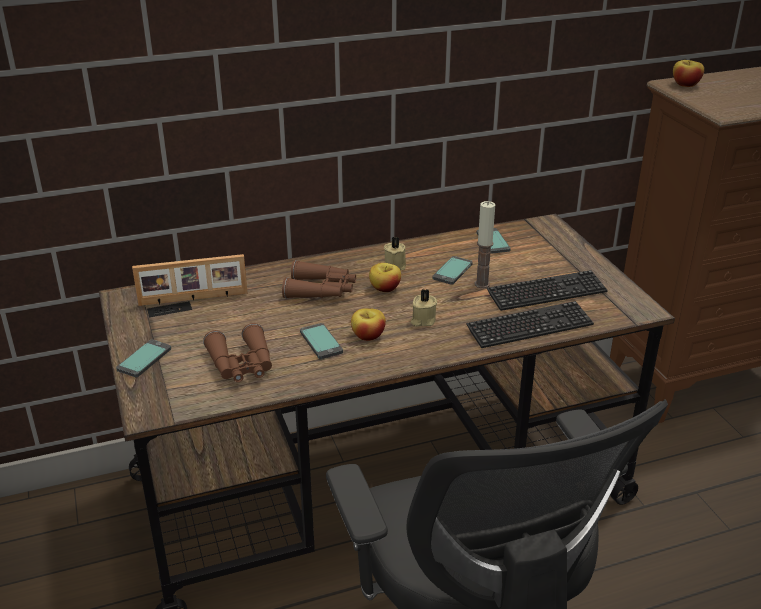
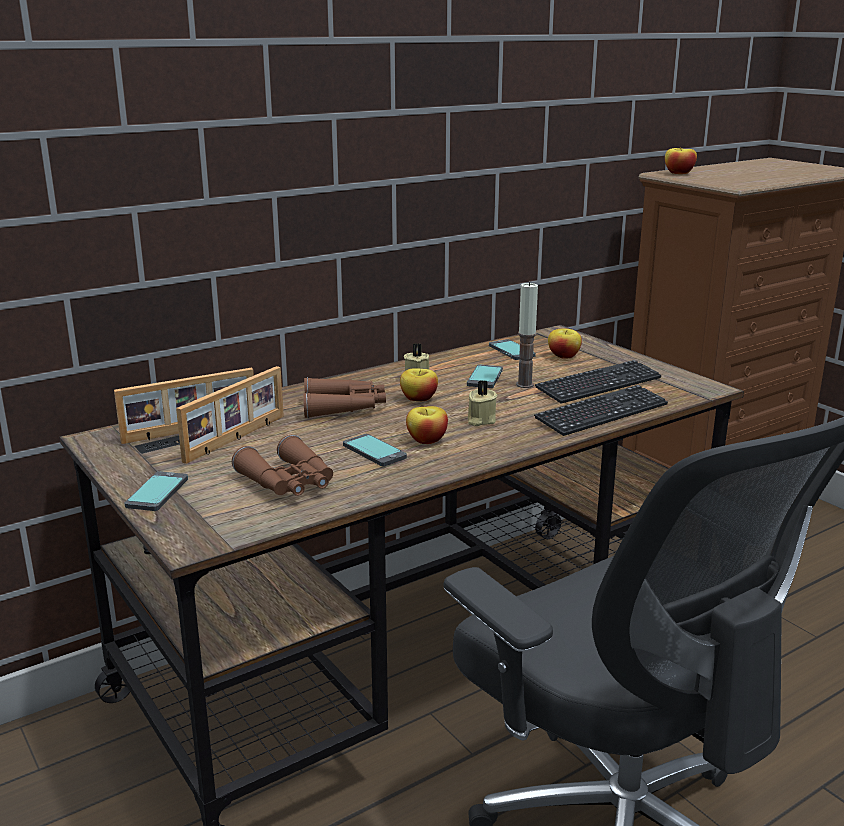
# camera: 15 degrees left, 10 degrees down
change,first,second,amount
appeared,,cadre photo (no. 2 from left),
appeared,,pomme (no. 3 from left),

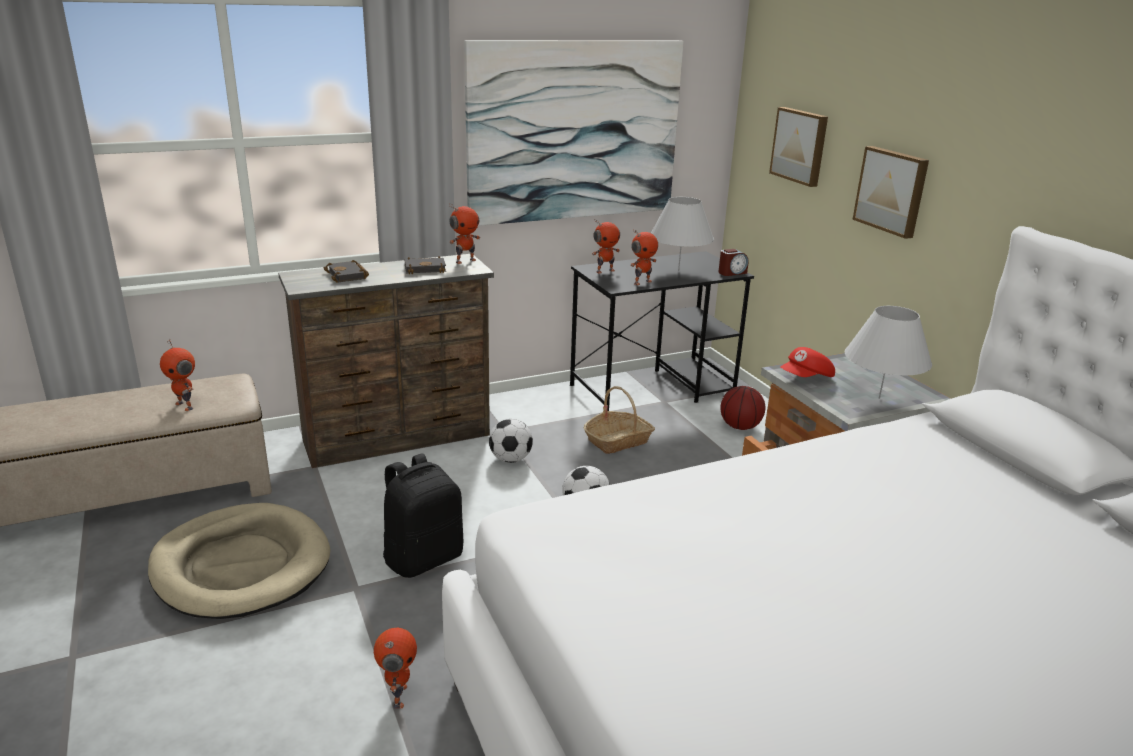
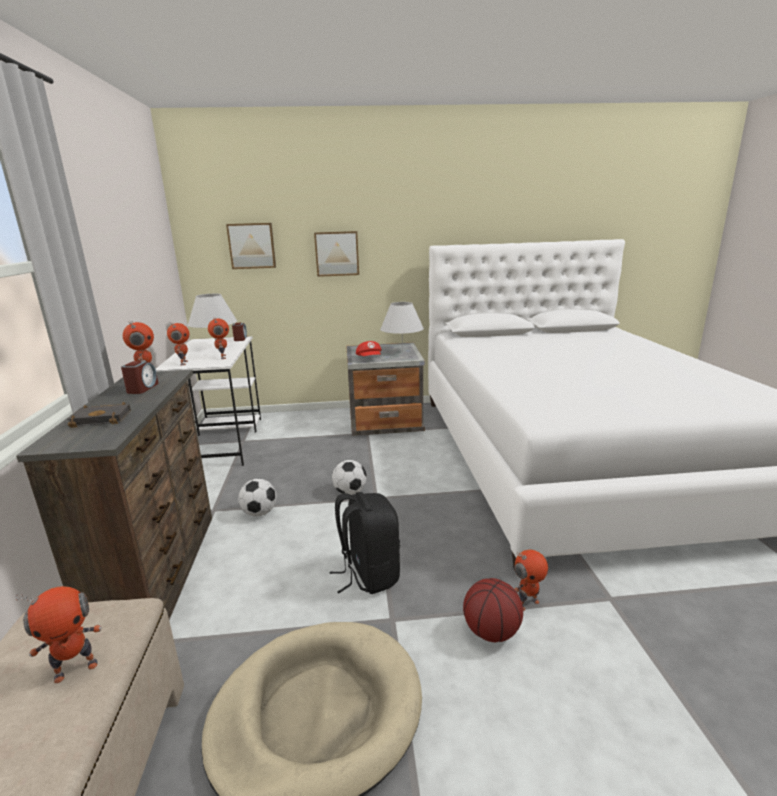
# camera: 70 degrees left, 5 degrees down
change,first,second,amount
exchanged,livre (noir) (no. 2 from left),réveil (no. 1 from left),
colour,bureau (noir),bureau (blanc),
relocated,ballon de basket,,
spun,robot jouet (no. 2 from left in the first image),robot jouet (no. 5 from left),135 degrees clockwise
missing,tableau (no. 1 from left),,
missing,panier,,

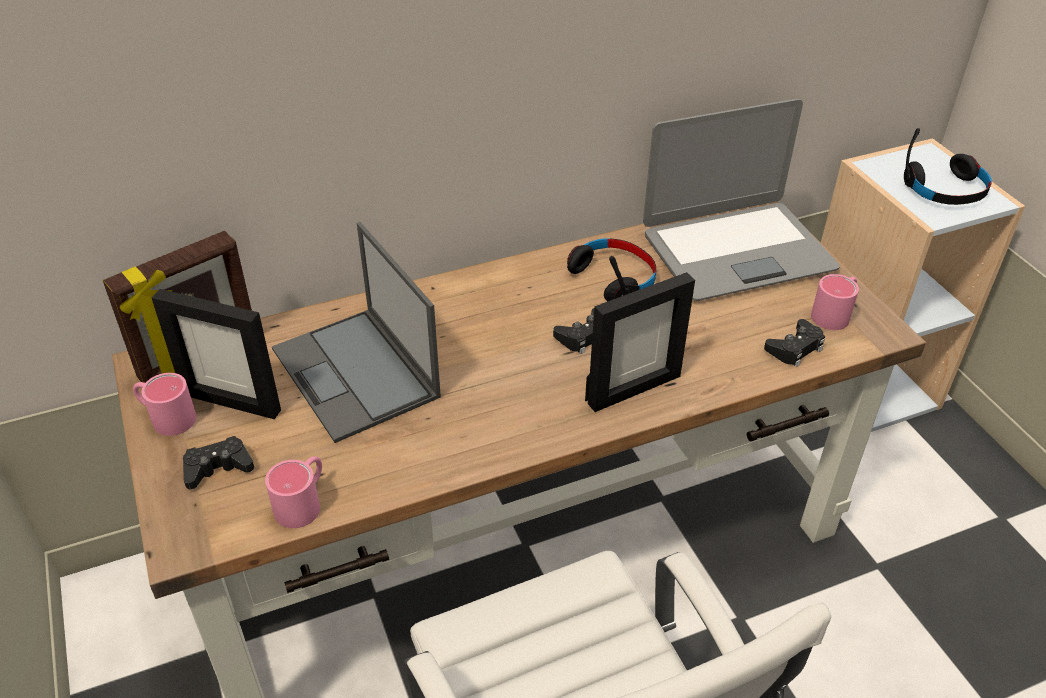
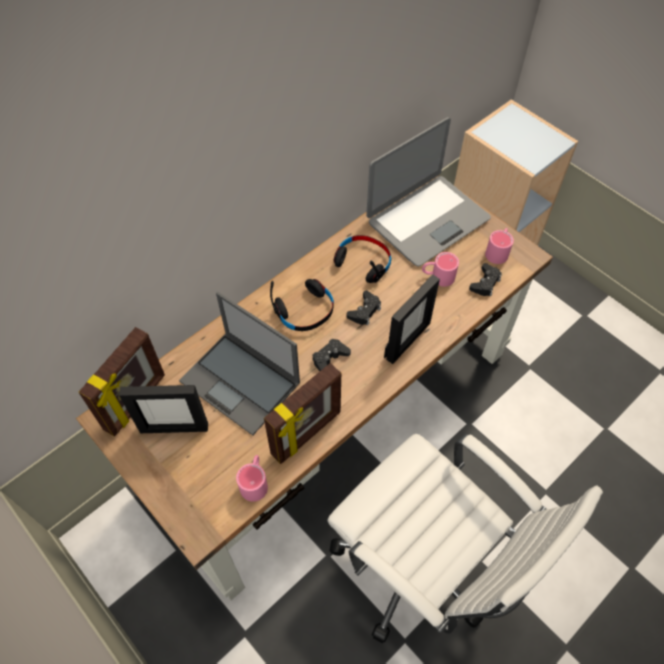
# camera: 20 degrees left, 15 degrees up
change,first,second,amount
appeared,,cadre photo (no. 3 from left),
relocated,casque audio (noir) (no. 2 from left in the first image),casque audio (noir) (no. 1 from left),
relocated,manette (noir) (no. 1 from left),,
relocated,mug (rose) (no. 1 from left in the first image),mug (rose) (no. 2 from left),

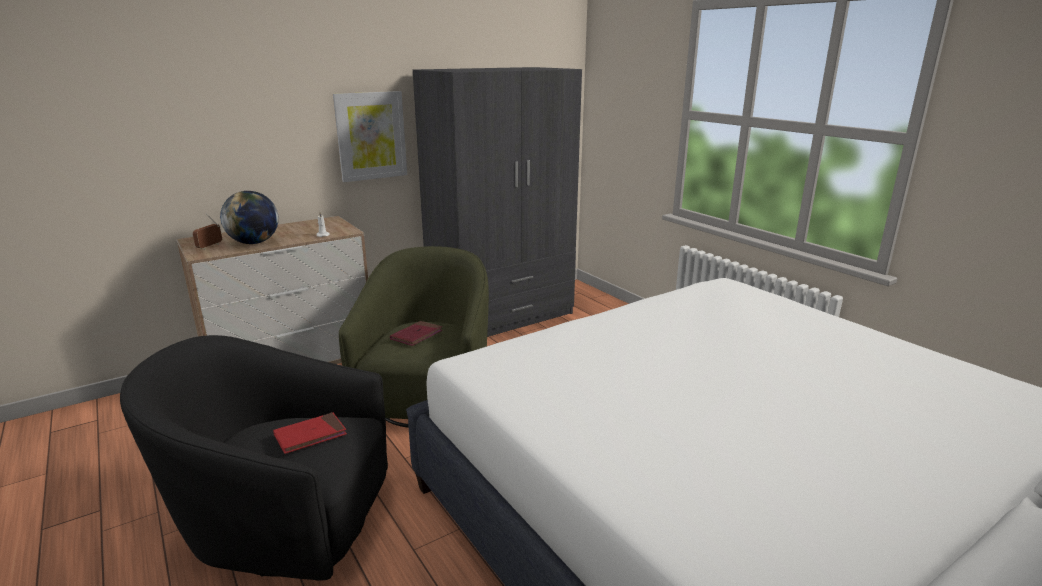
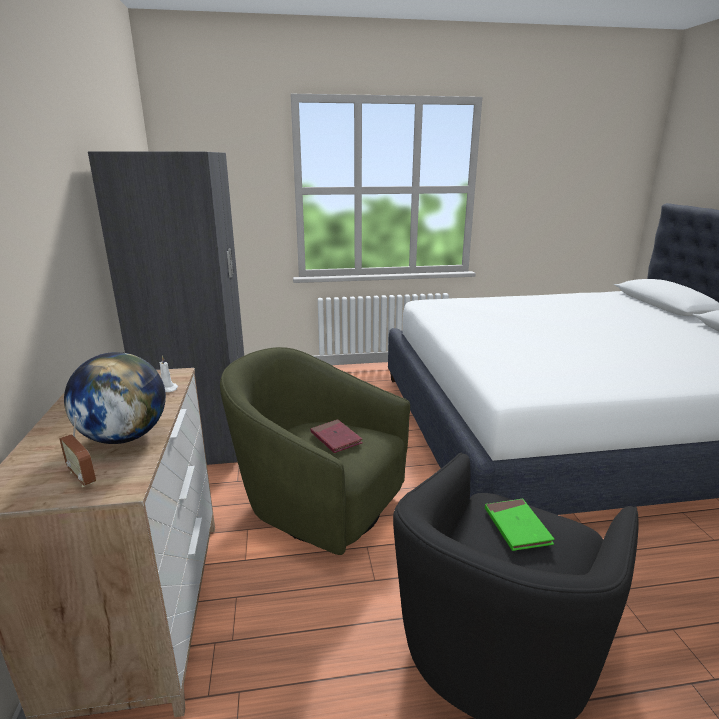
# camera: 65 degrees left, 0 degrees up
change,first,second,amount
colour,livre (rouge) (no. 1 from left),livre (vert),
missing,tableau,,

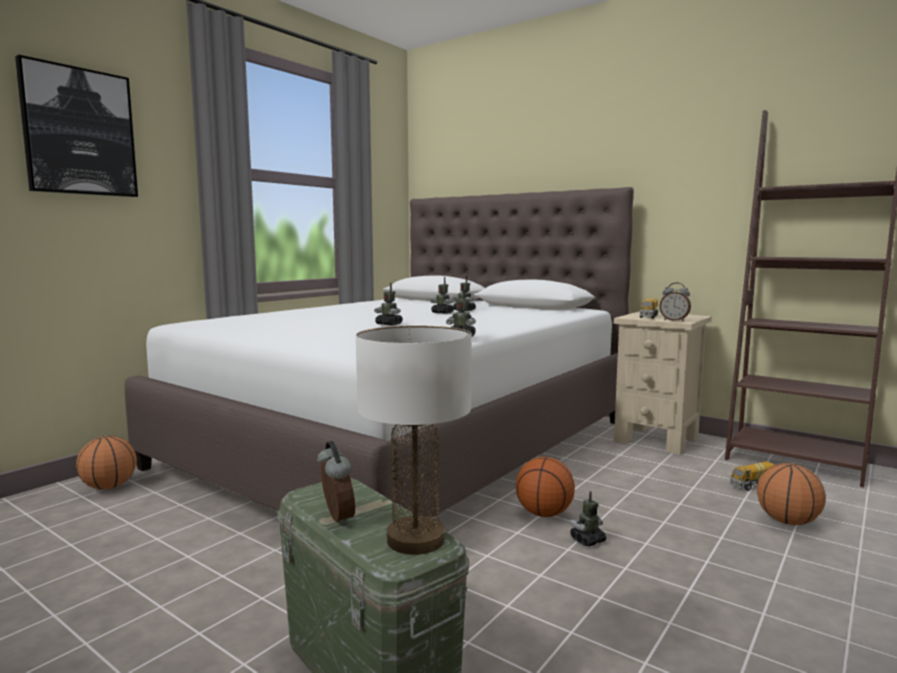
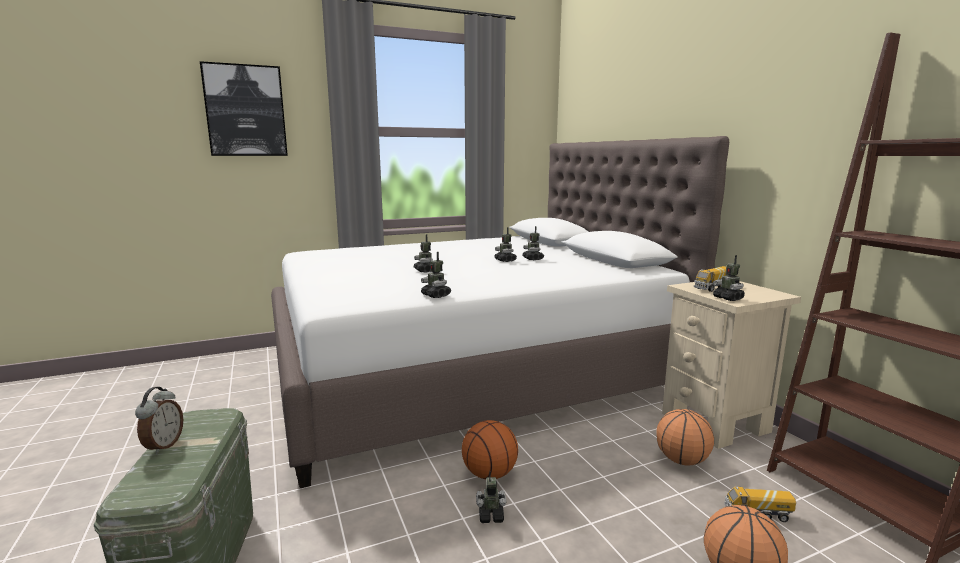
# camera: 30 degrees right, 5 degrees up
change,first,second,amount
relocated,ballon de basket (no. 1 from left in the first image),ballon de basket (no. 2 from left),
exchanged,réveil (no. 2 from left),robot jouet (no. 6 from left),
missing,lampe de table,,

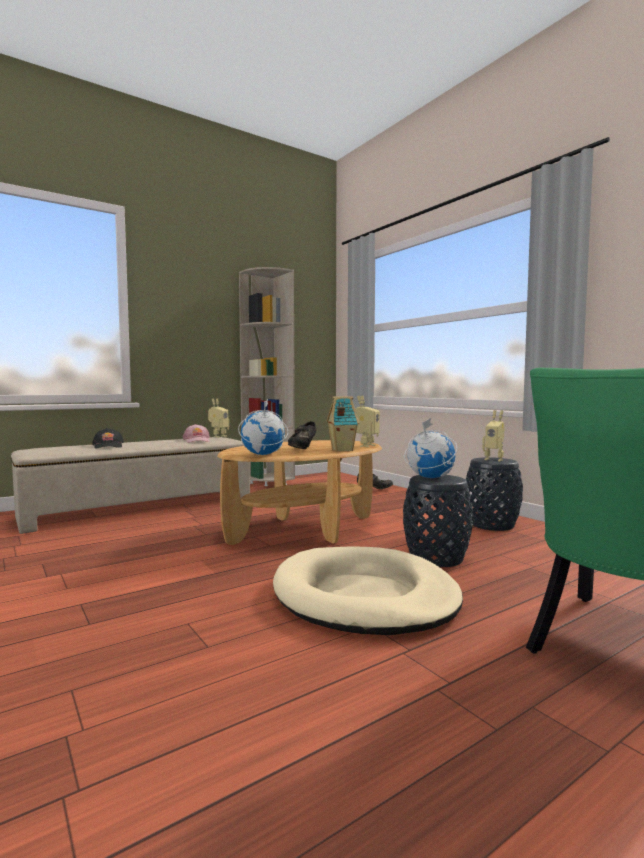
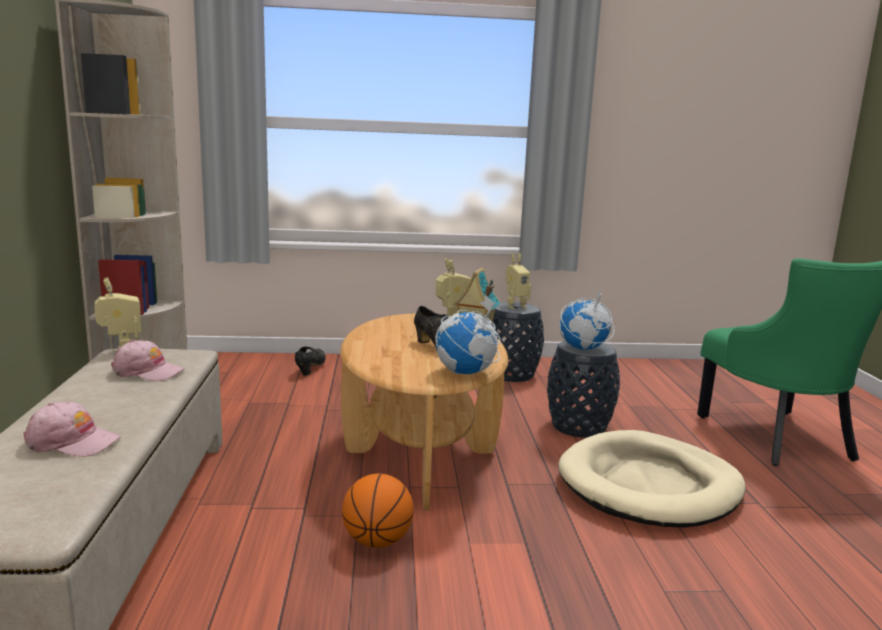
# camera: 60 degrees left, 10 degrees up
change,first,second,amount
colour,casquette (noir),casquette (rose) (no. 1 from left),
appeared,,ballon de basket,

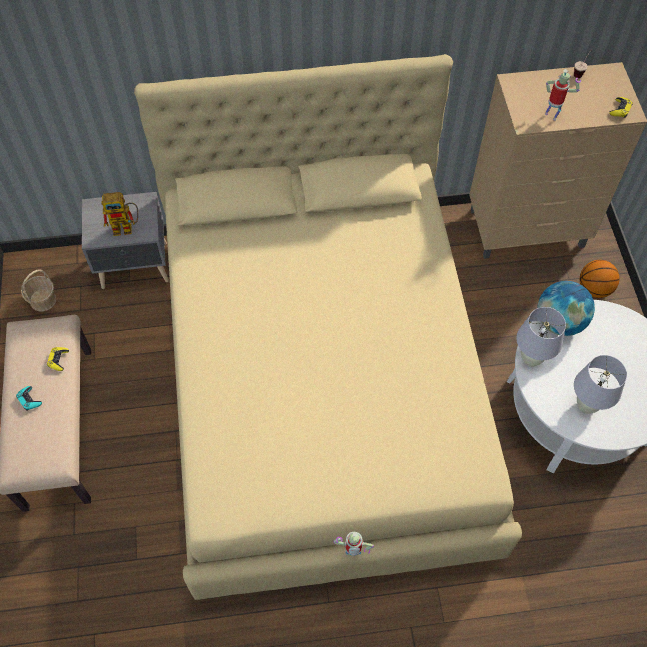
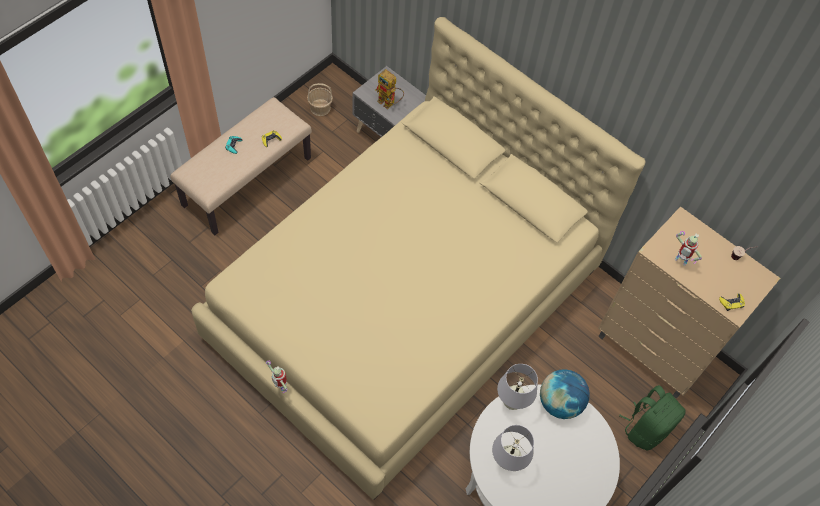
# camera: 45 degrees right, 0 degrees up
change,first,second,amount
exchanged,ballon de basket,sac à dos (vert),
spun,robot jouet (no. 3 from left),,120 degrees clockwise

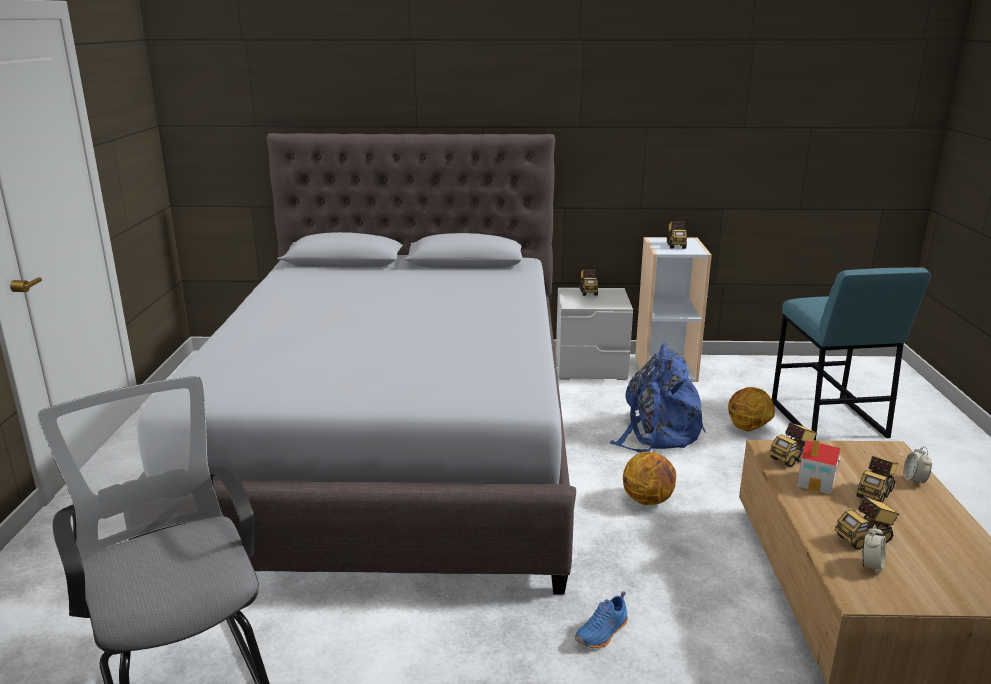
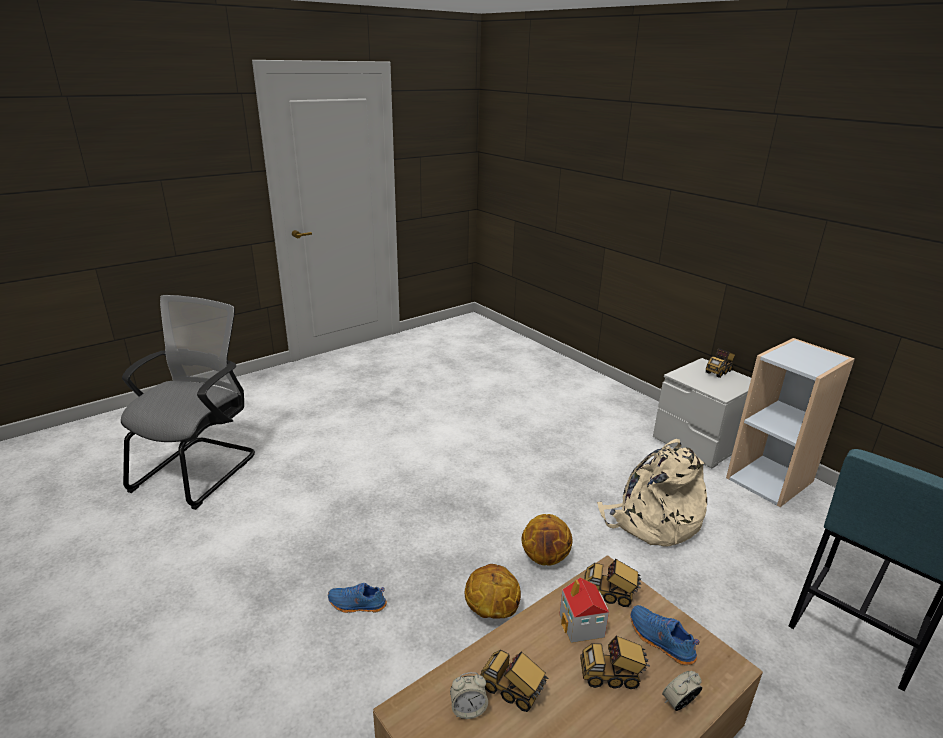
# camera: 50 degrees right, 5 degrees up
change,first,second,amount
relocated,ballon de basket (no. 2 from left in the first image),ballon de basket (no. 1 from left),
colour,sac à dos (bleu),sac à dos (beige),
appeared,,chaussure (bleu) (no. 2 from left),
missing,lit (gris),,
missing,camion jouet (no. 2 from left),,

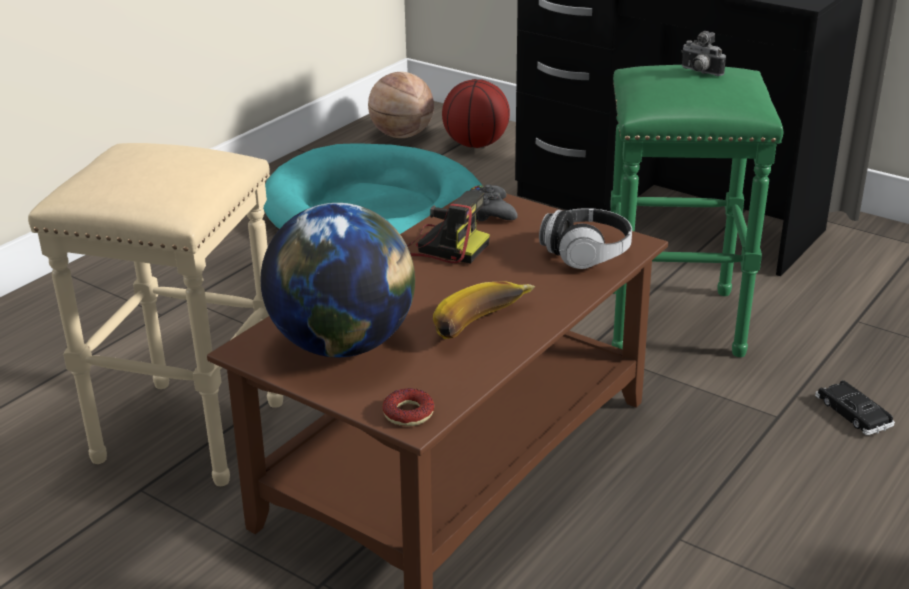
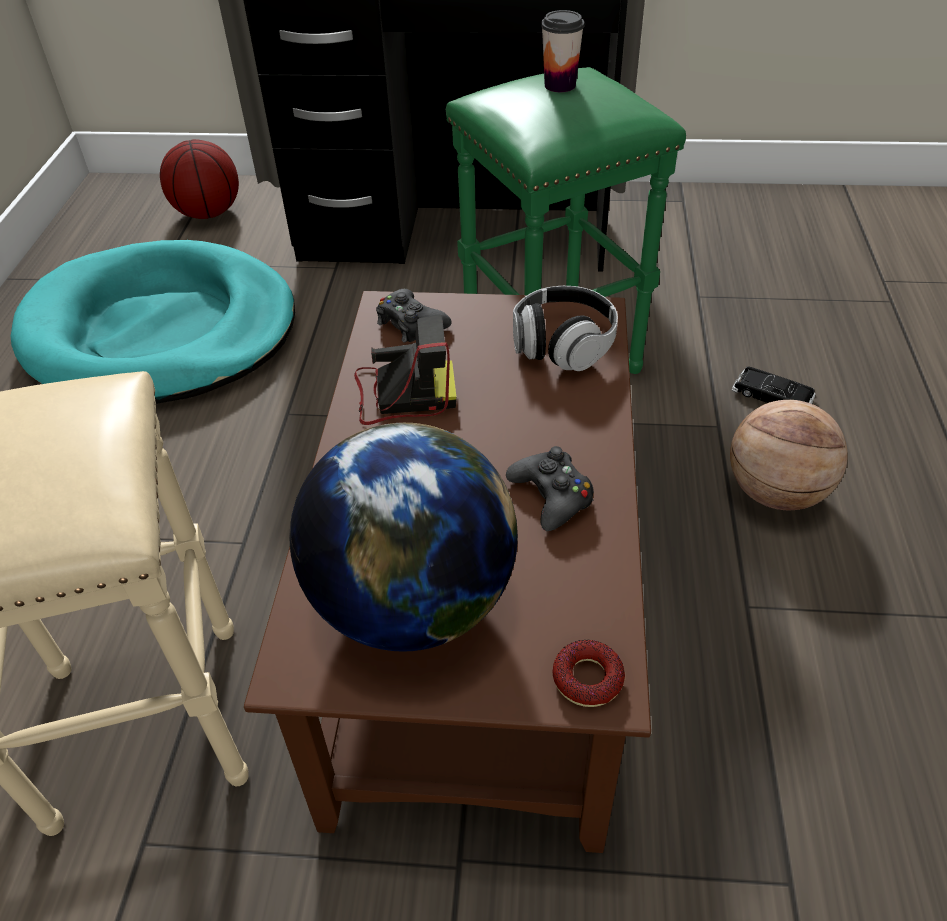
# camera: 30 degrees left, 15 degrees up
change,first,second,amount
exchanged,banane,manette (noir) (no. 2 from left),
exchanged,appareil photo (no. 2 from left),tasse,
relocated,ballon de basket (no. 1 from left in the first image),ballon de basket (no. 2 from left),

